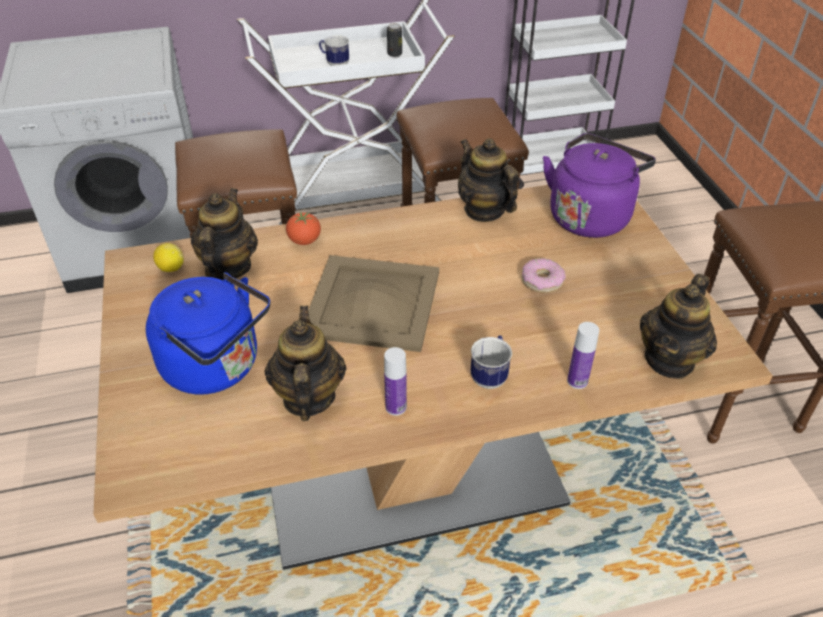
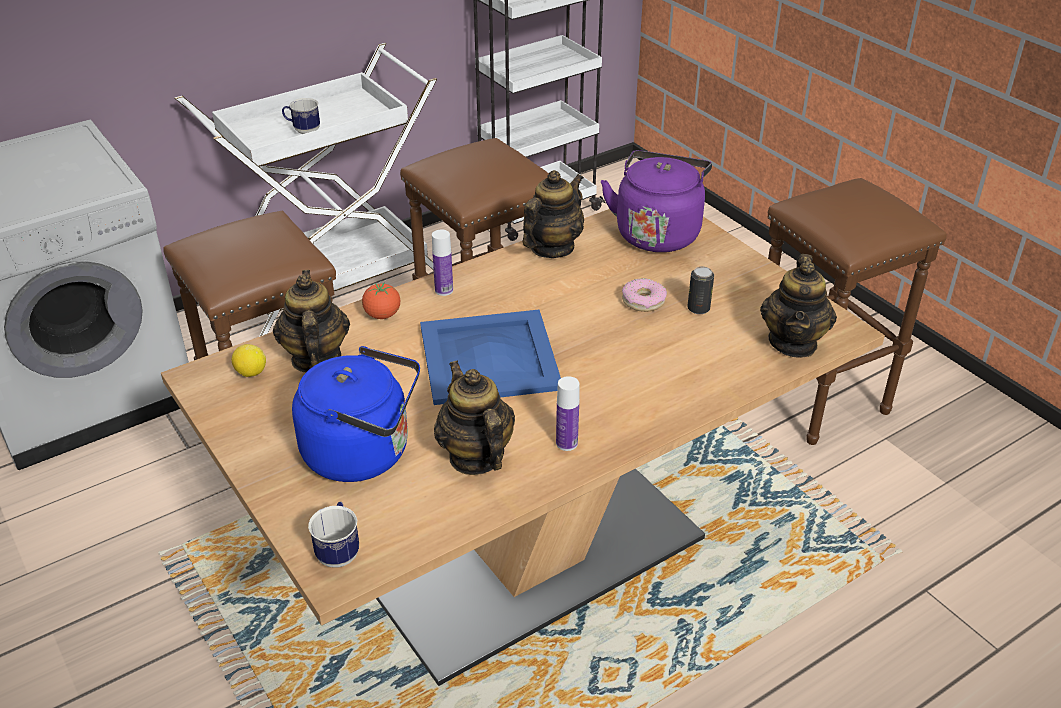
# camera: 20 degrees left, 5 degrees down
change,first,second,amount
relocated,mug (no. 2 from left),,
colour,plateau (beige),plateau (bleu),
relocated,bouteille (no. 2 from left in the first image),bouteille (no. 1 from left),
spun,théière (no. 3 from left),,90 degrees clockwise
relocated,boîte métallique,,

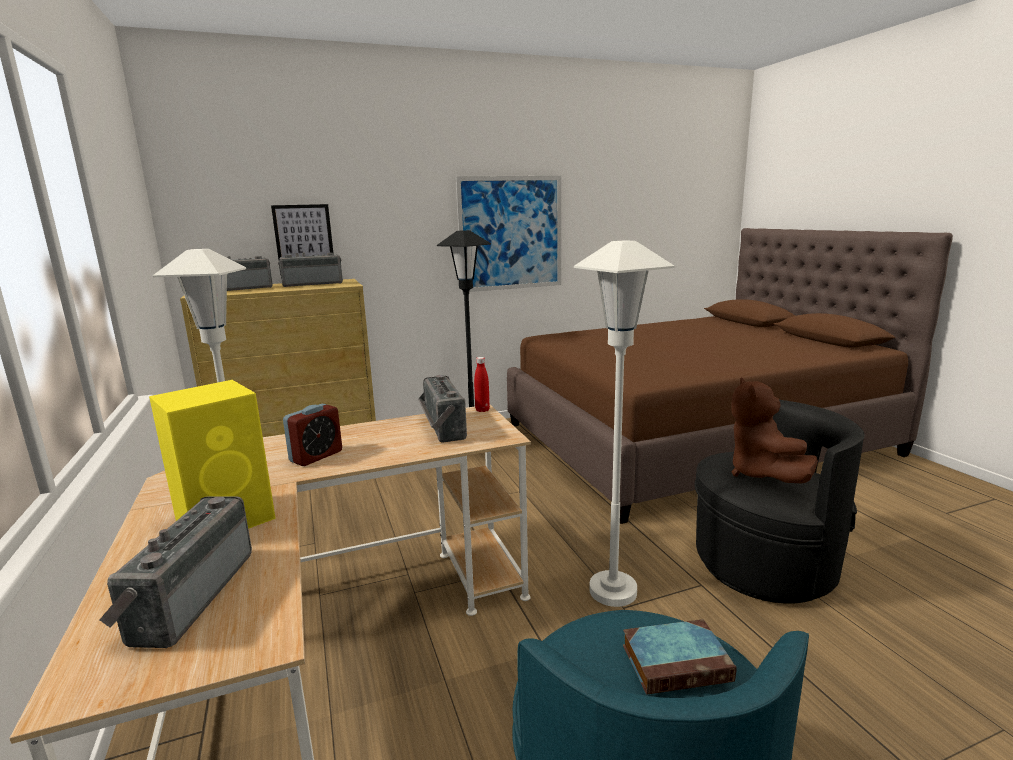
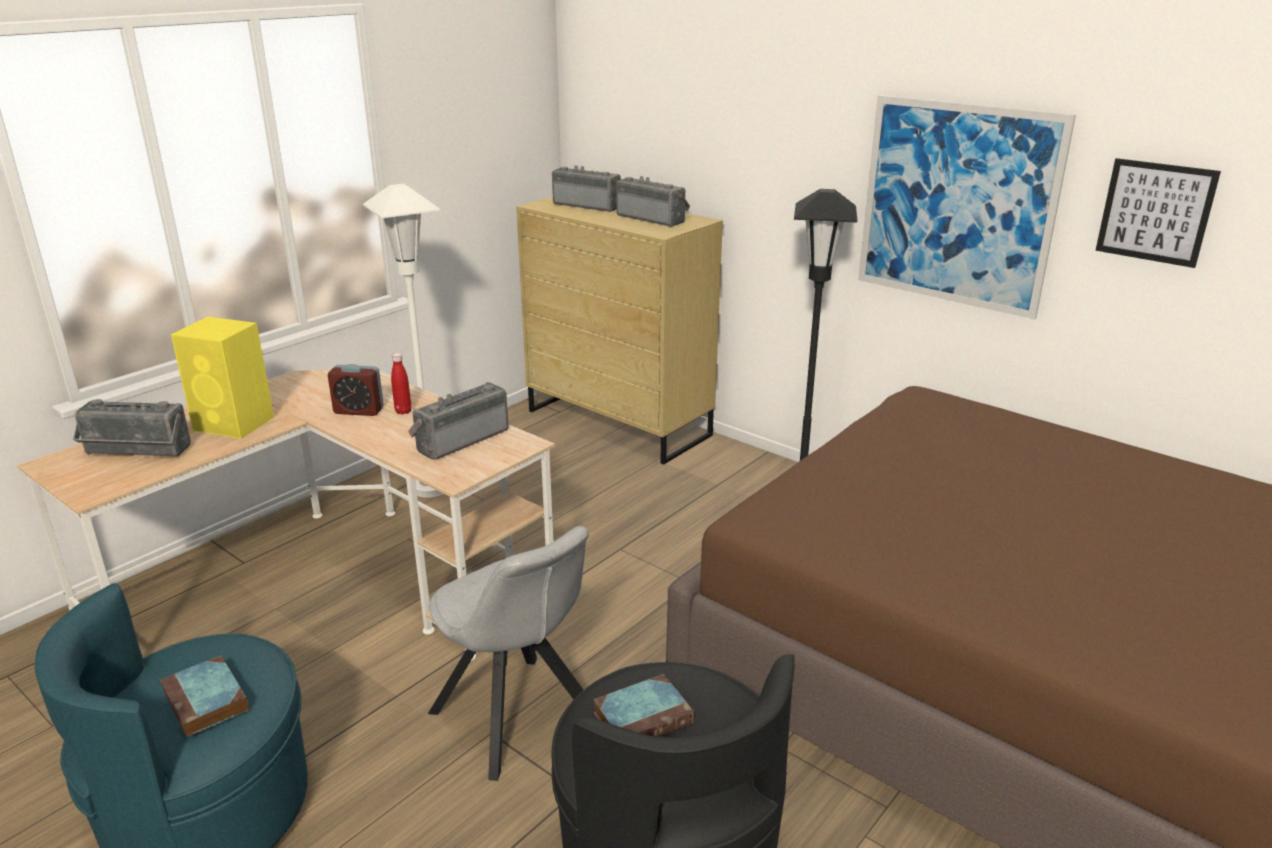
# camera: 60 degrees right, 10 degrees up
change,first,second,amount
spun,radio (no. 1 from left),,150 degrees counterclockwise
relocated,bouteille (rouge),,
exchanged,lampadaire (blanc) (no. 2 from left),chaise (gris),
exchanged,peluche (marron),livre (no. 2 from left),
relocated,tableau (no. 1 from left in the first image),tableau (no. 2 from left),

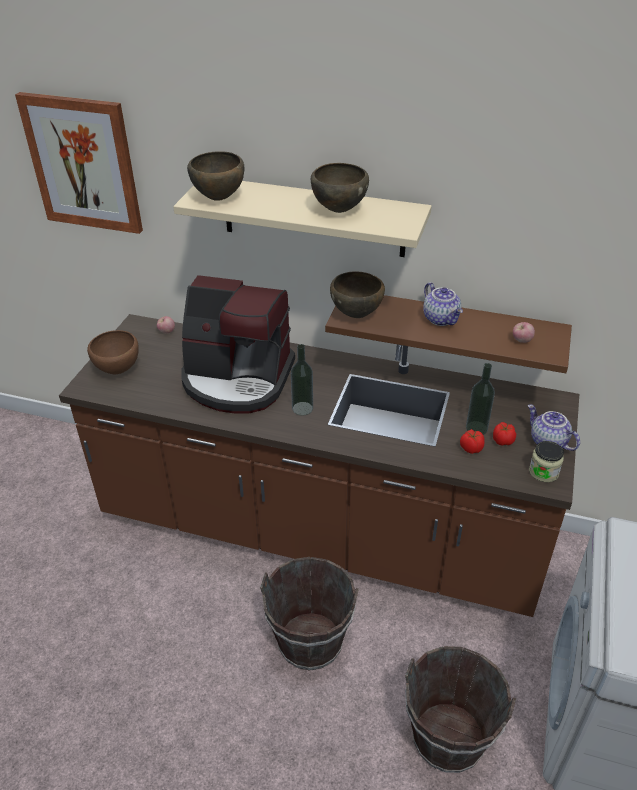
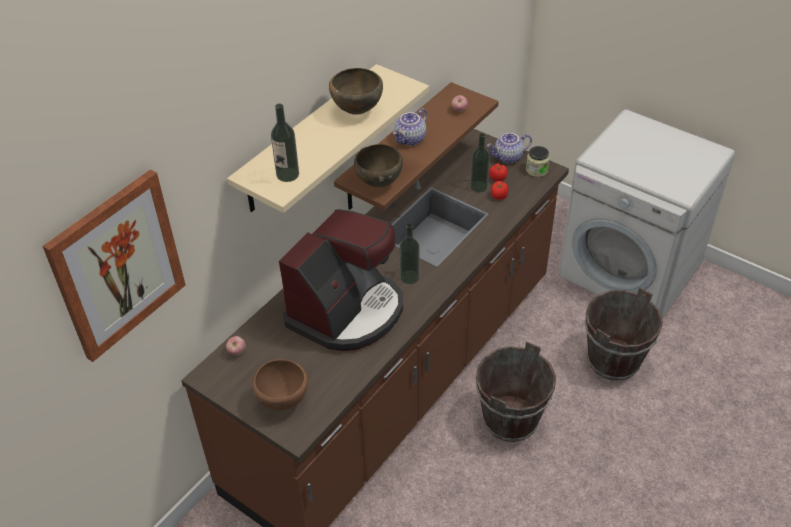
# camera: 70 degrees left, 5 degrees up
change,first,second,amount
exchanged,bol (marron) (no. 2 from left),bouteille (no. 1 from left),
spun,théière (no. 1 from left),,135 degrees clockwise

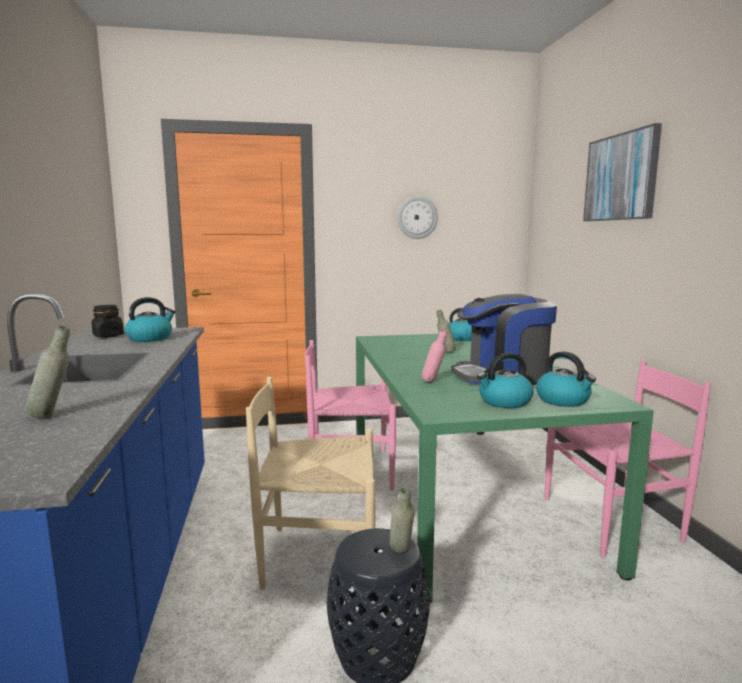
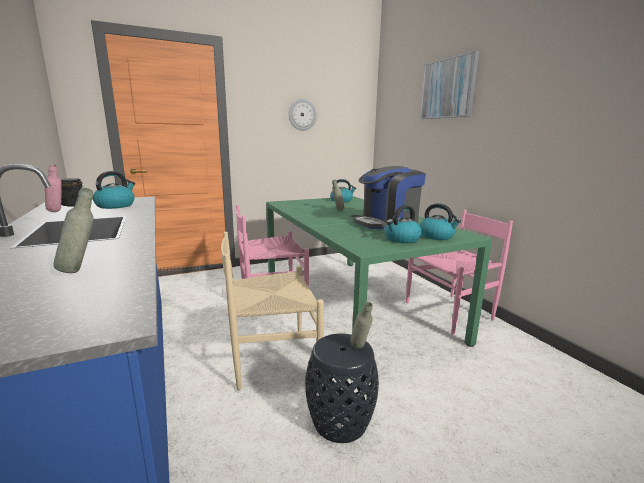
# camera: 15 degrees left, 5 degrees up
change,first,second,amount
relocated,bouteille (rose),,

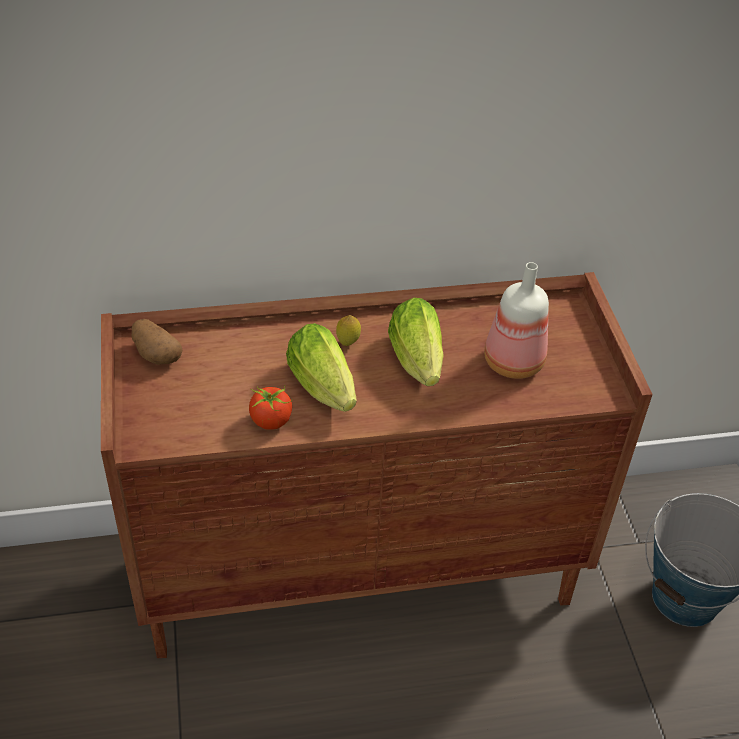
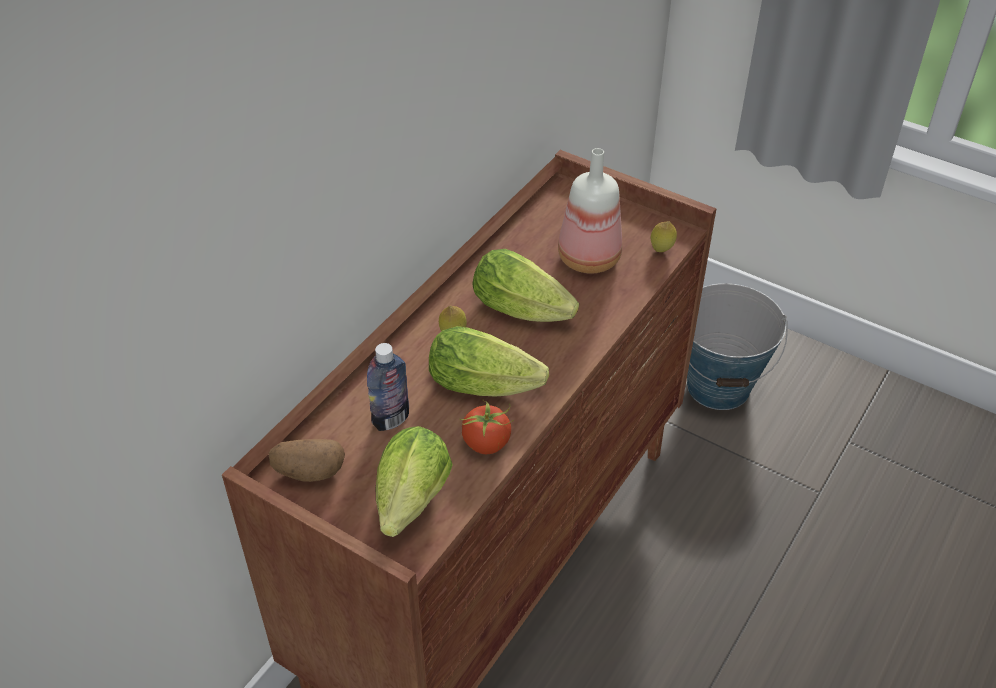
# camera: 45 degrees left, 0 degrees up
change,first,second,amount
appeared,,bouteille (no. 1 from left),
appeared,,laitue (no. 1 from left),
appeared,,citron (no. 2 from left),

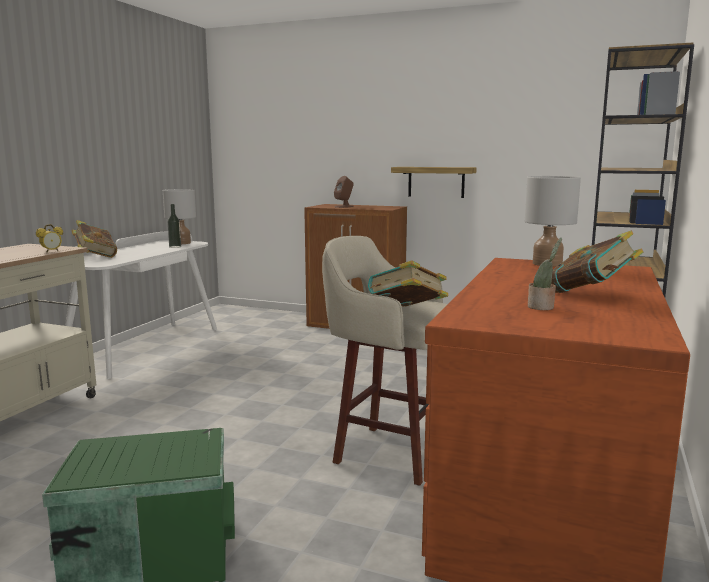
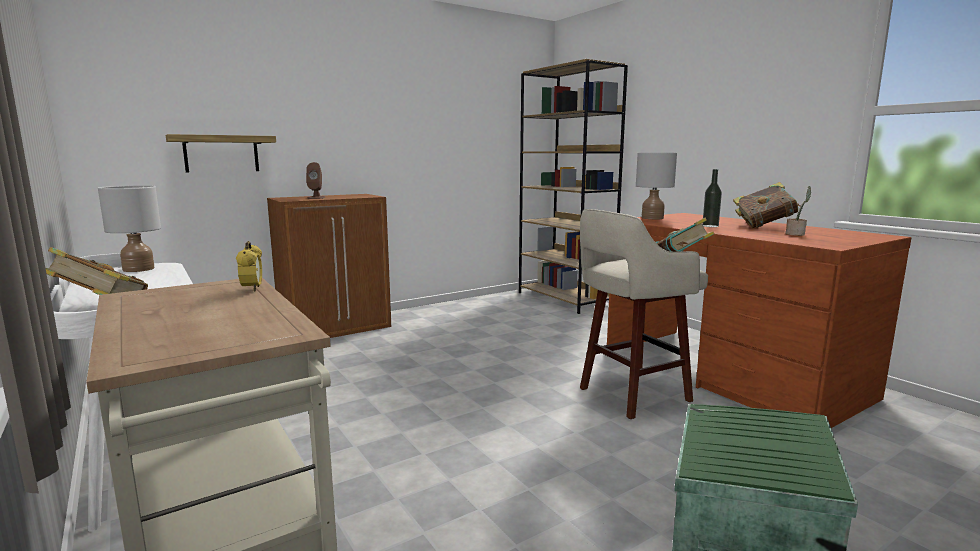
# camera: 55 degrees left, 0 degrees up
change,first,second,amount
relocated,étagère,,
relocated,bouteille,,

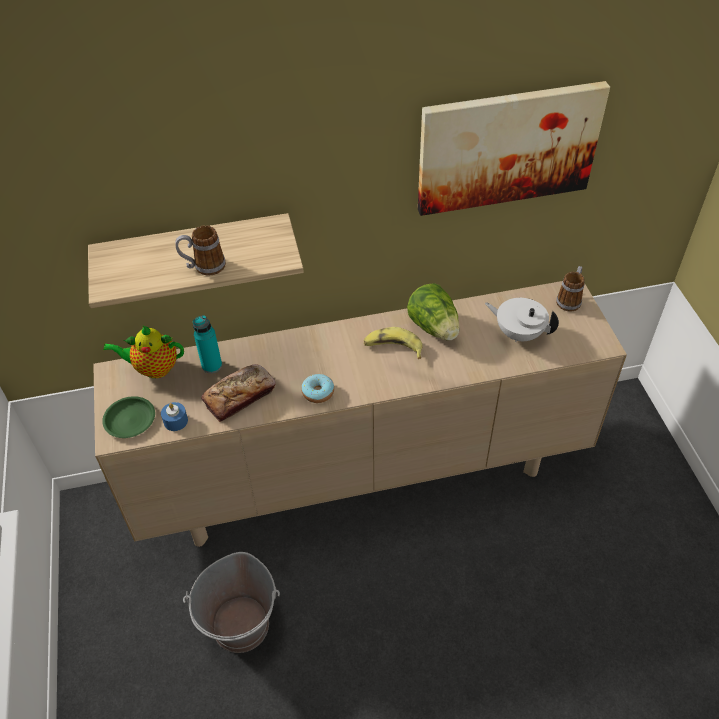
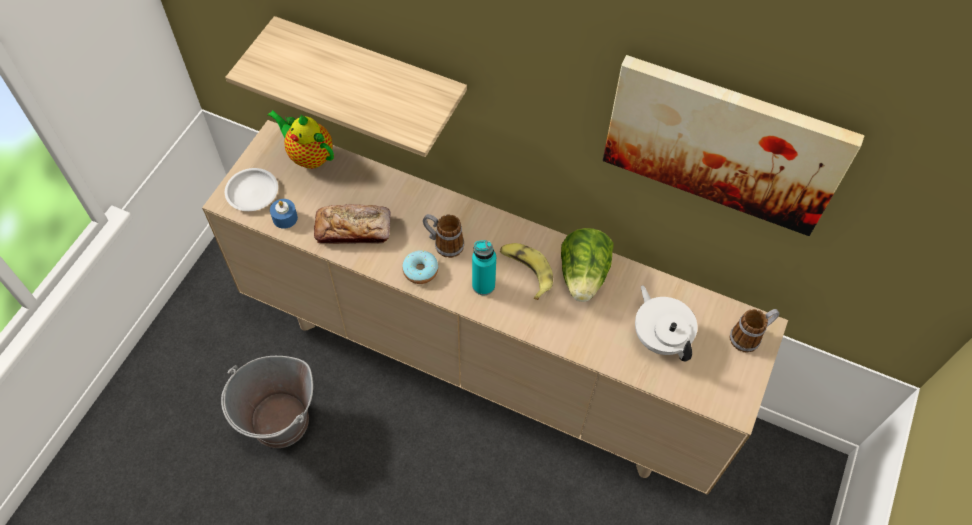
# camera: 35 degrees right, 10 degrees up
change,first,second,amount
colour,assiette (vert),assiette (blanc),
relocated,mug (no. 1 from left),,
relocated,bouteille (turquoise),,

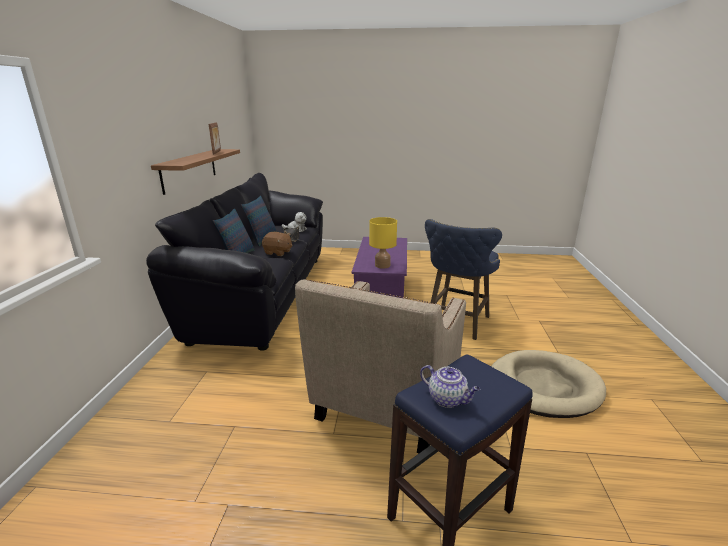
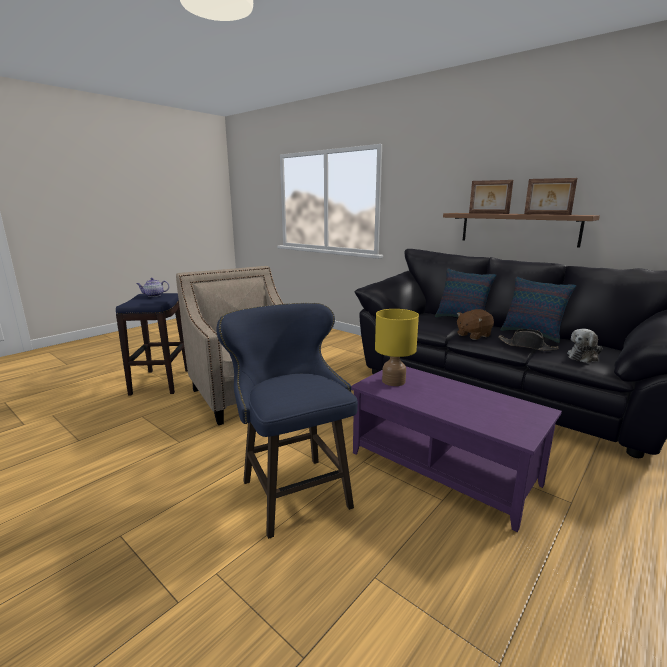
# camera: 125 degrees right, 5 degrees down
change,first,second,amount
appeared,,cadre photo (no. 1 from left),
missing,panier pour chien (beige),,

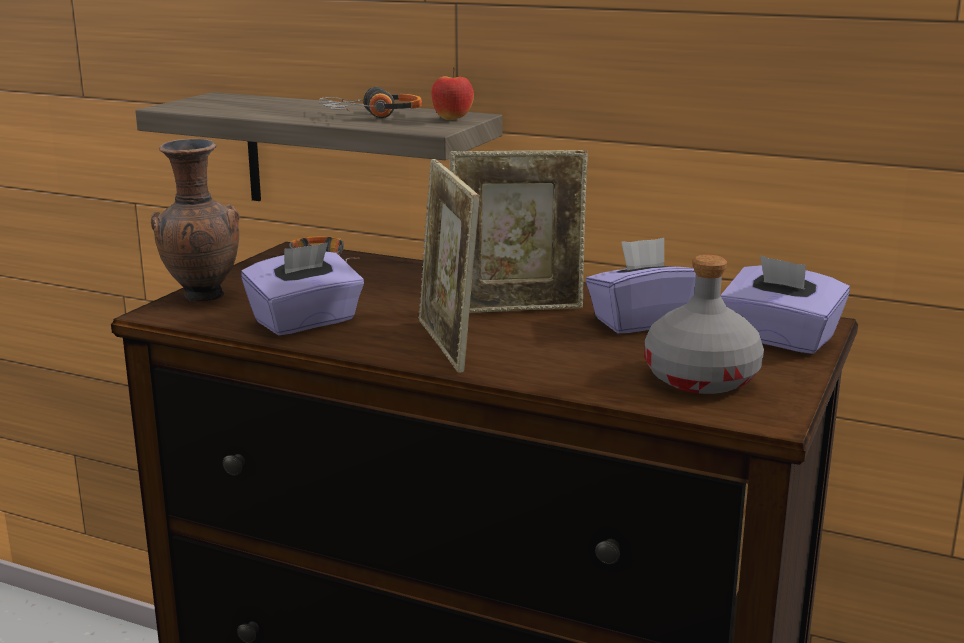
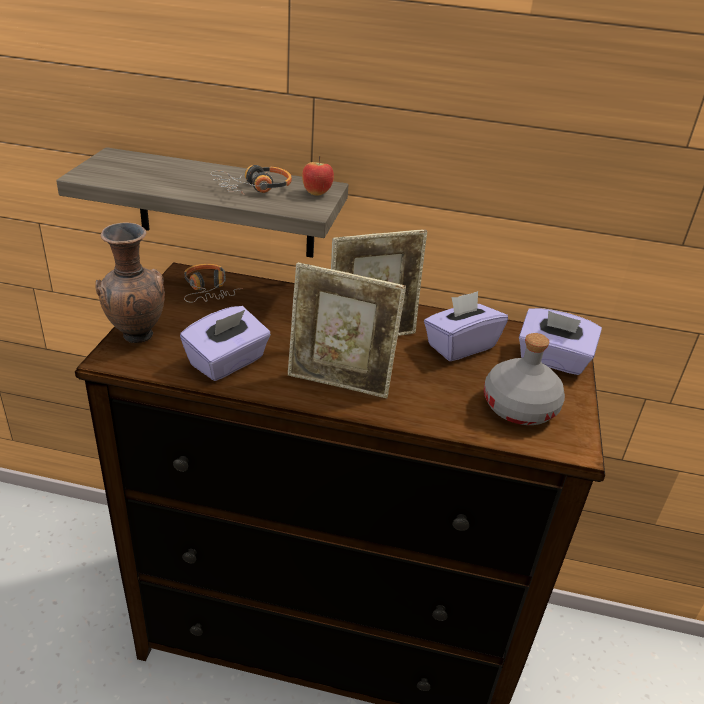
# camera: 15 degrees left, 15 degrees up
change,first,second,amount
spun,cadre photo (no. 1 from left),,45 degrees counterclockwise

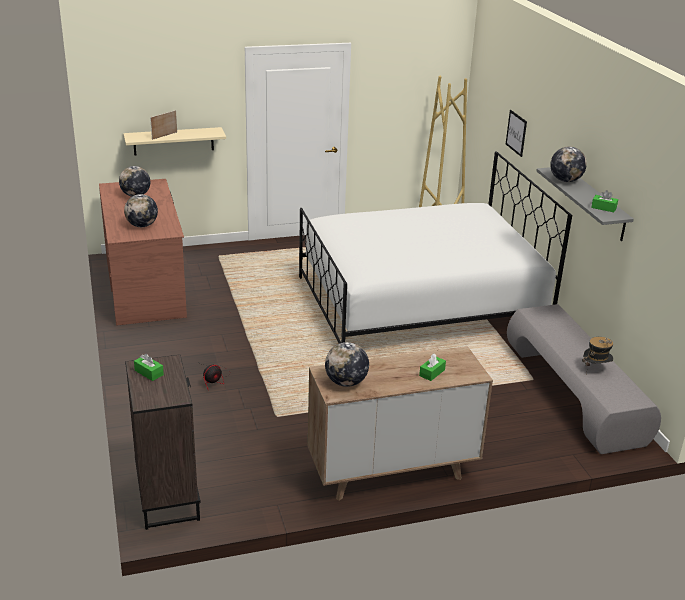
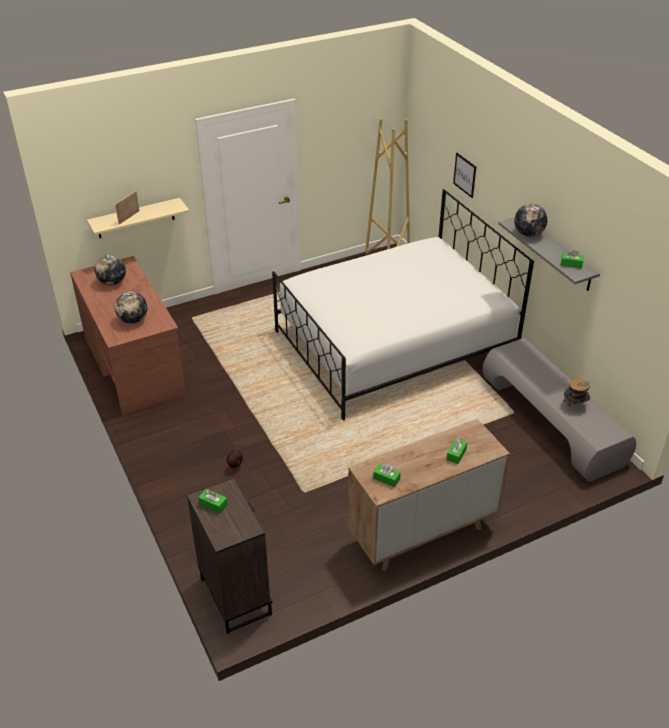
# camera: 10 degrees left, 10 degrees up
change,first,second,amount
exchanged,globe (no. 3 from left),boîte à mouchoirs (vert) (no. 2 from left),

